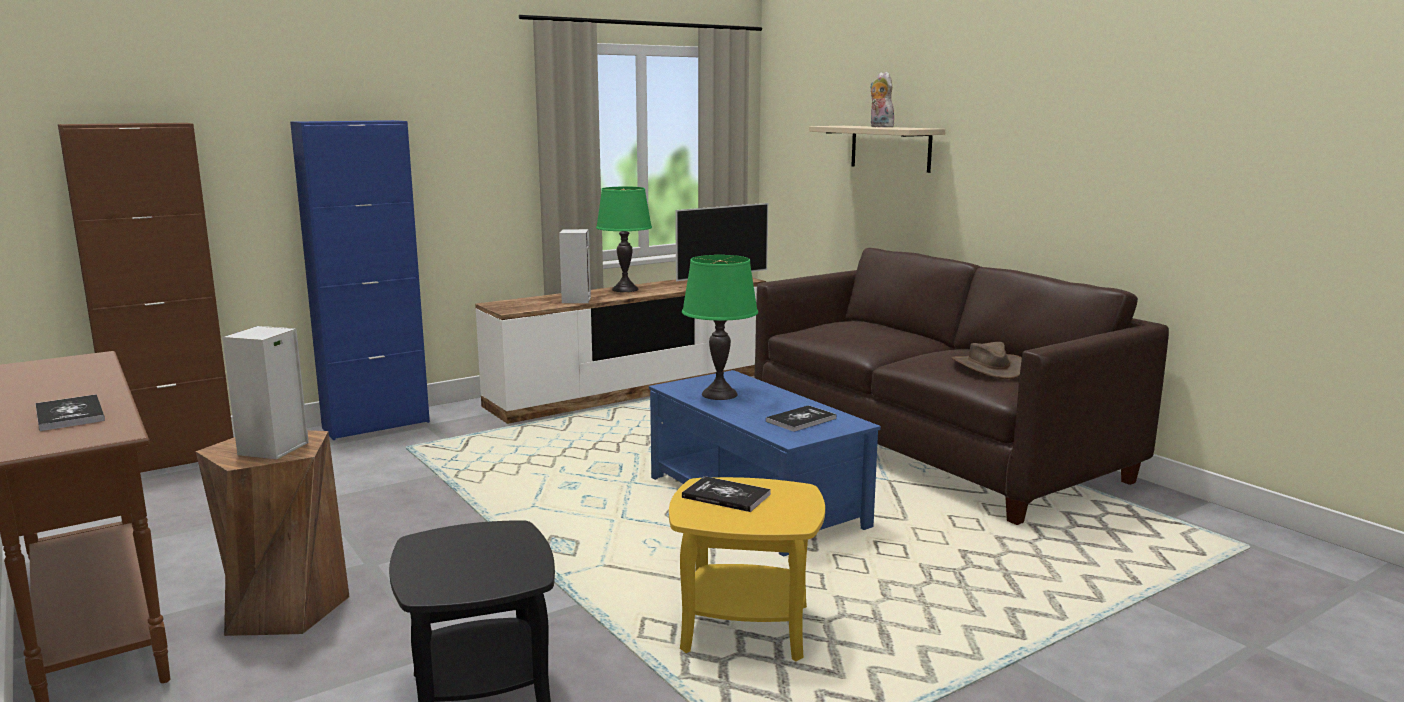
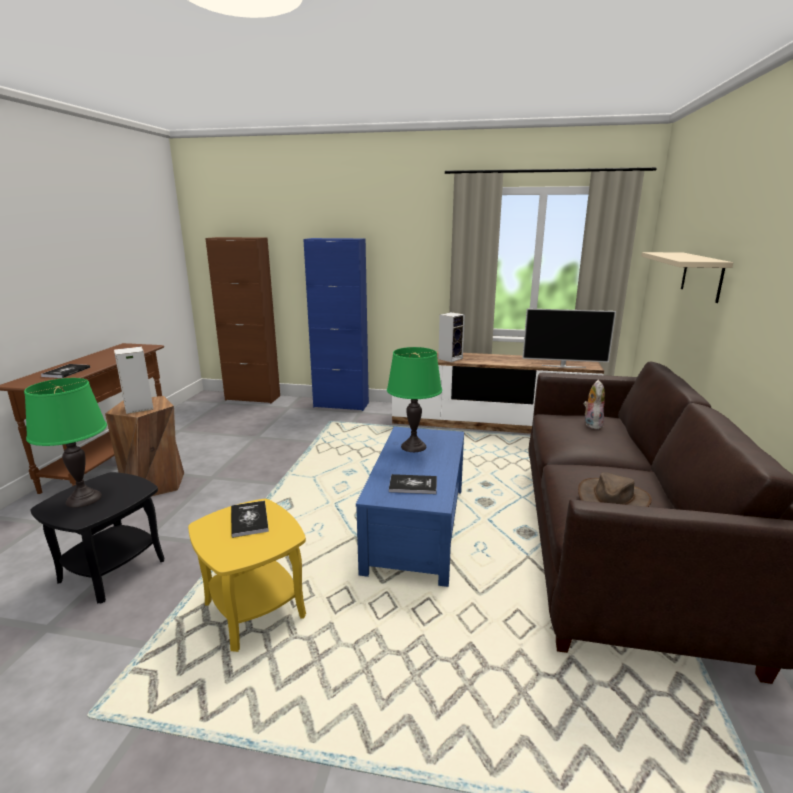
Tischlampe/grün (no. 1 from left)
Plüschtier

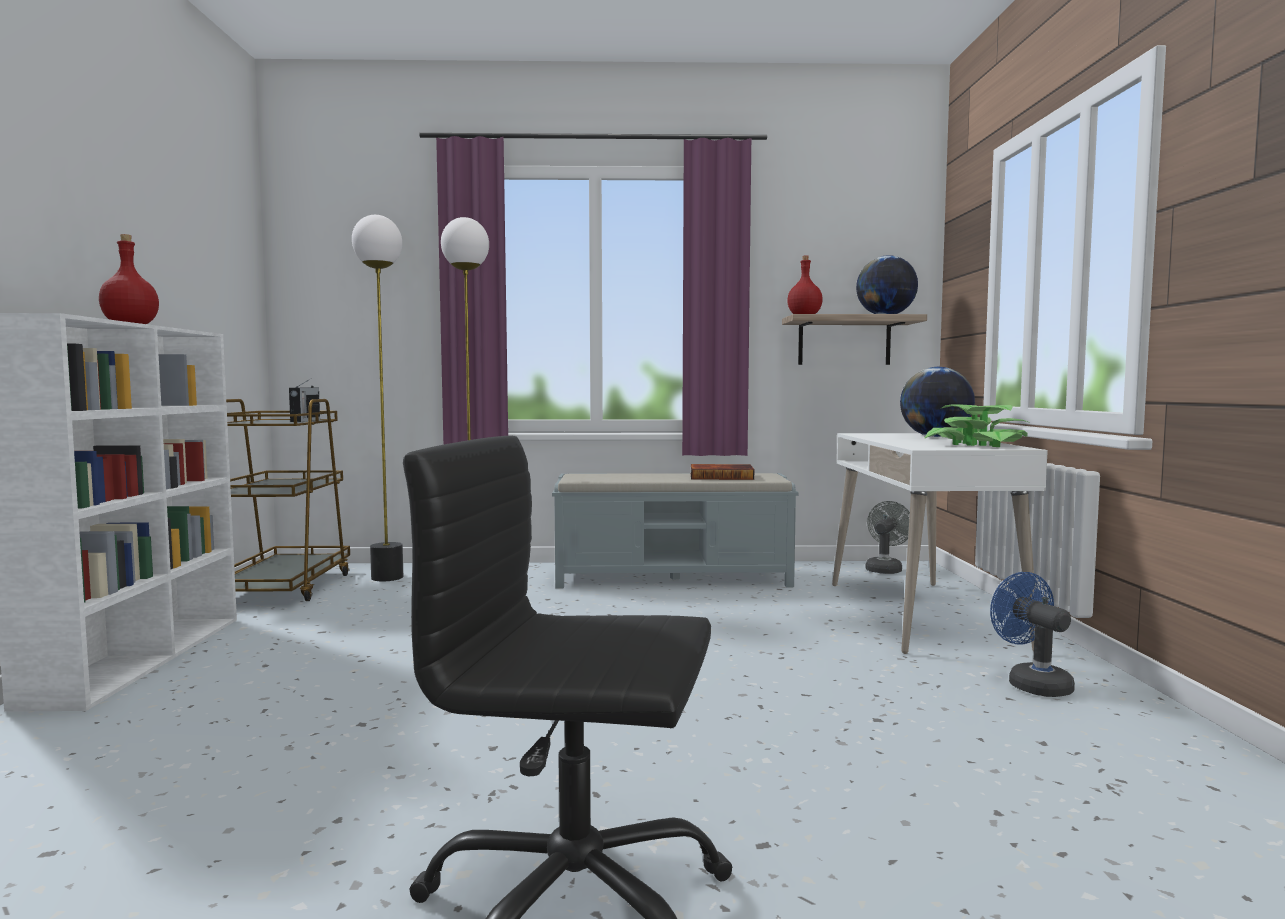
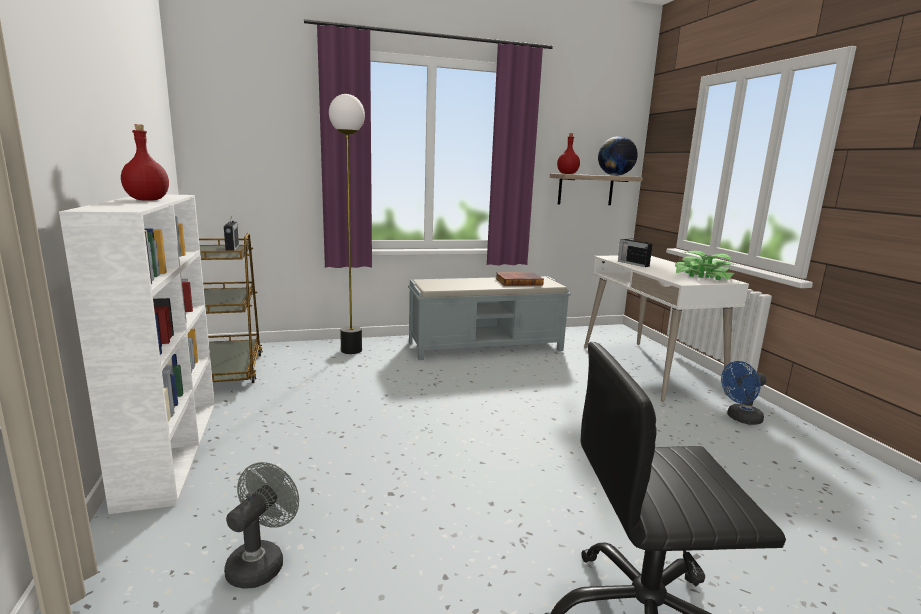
Stehlampe (no. 1 from left in the first image)
Ventilator/grau
Globus (no. 2 from left in the first image)
Ventilator/blau
Radio (no. 2 from left)

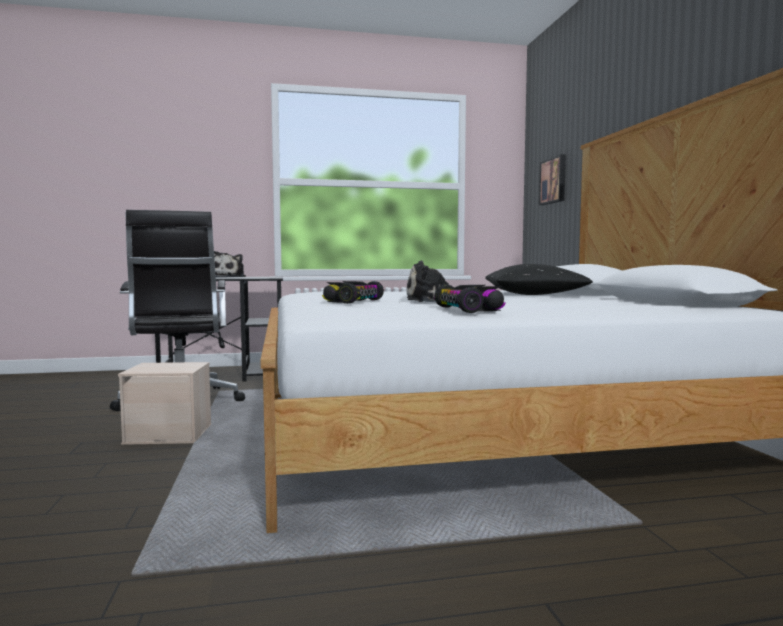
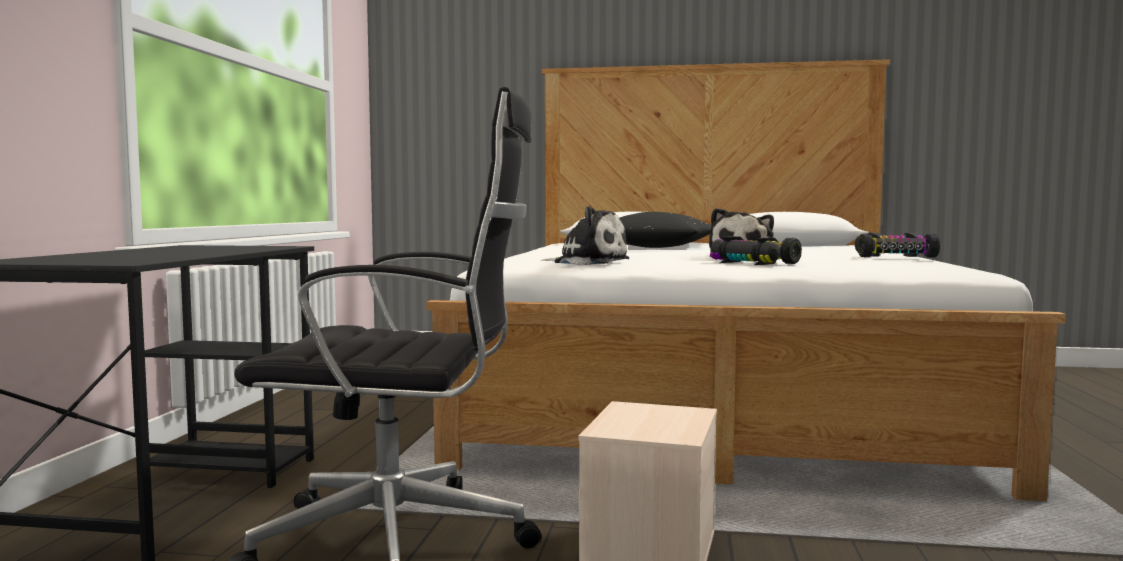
Plüschtier (no. 1 from left)
Bild

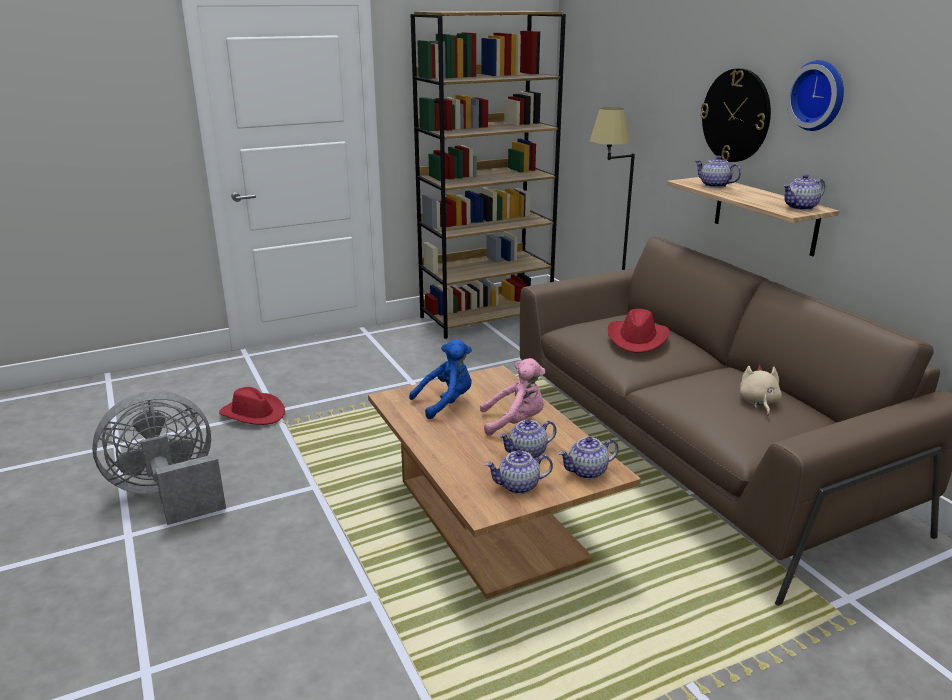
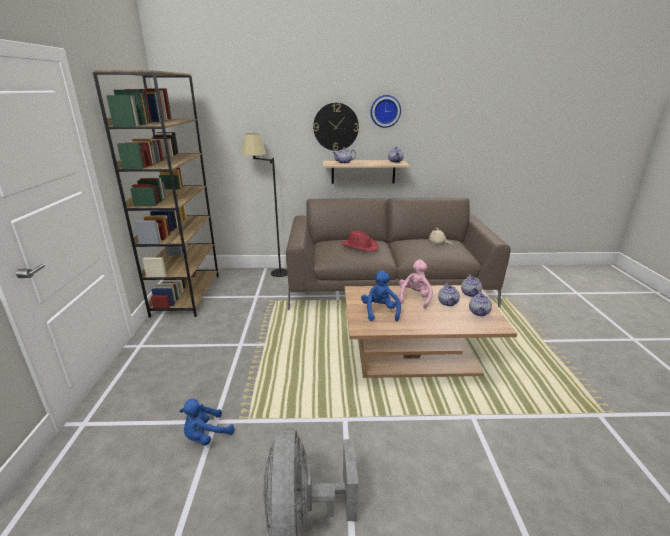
Plüschtier/blau (no. 1 from left)

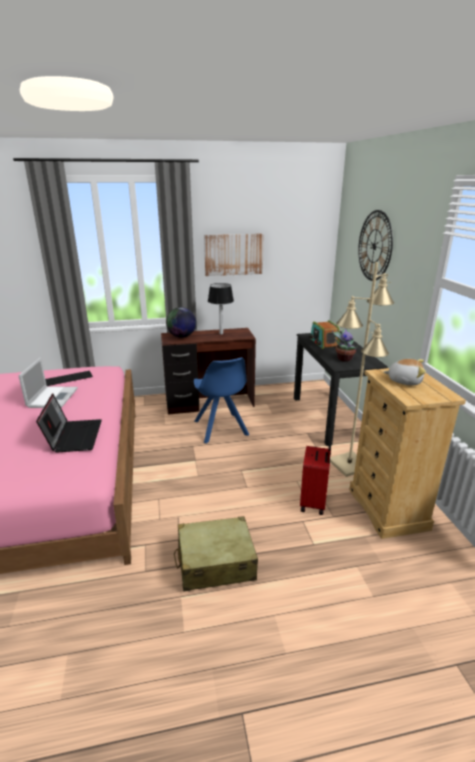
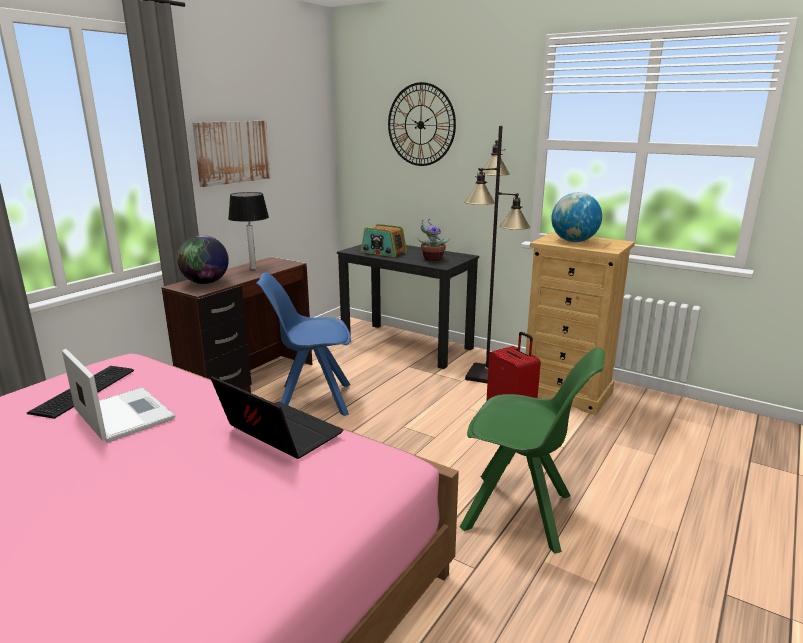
Stuhl/grün
Stuhl/blau
Stehlampe/schwarz
Globus (no. 2 from left)

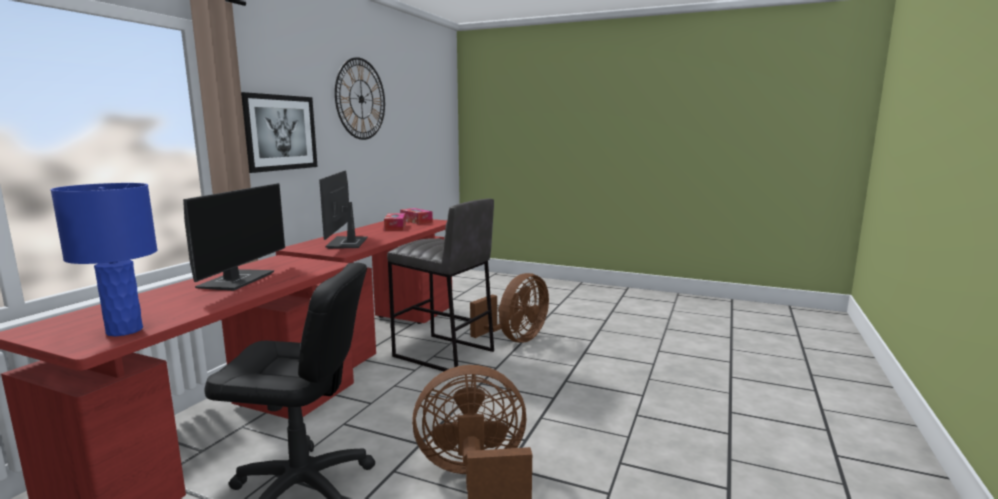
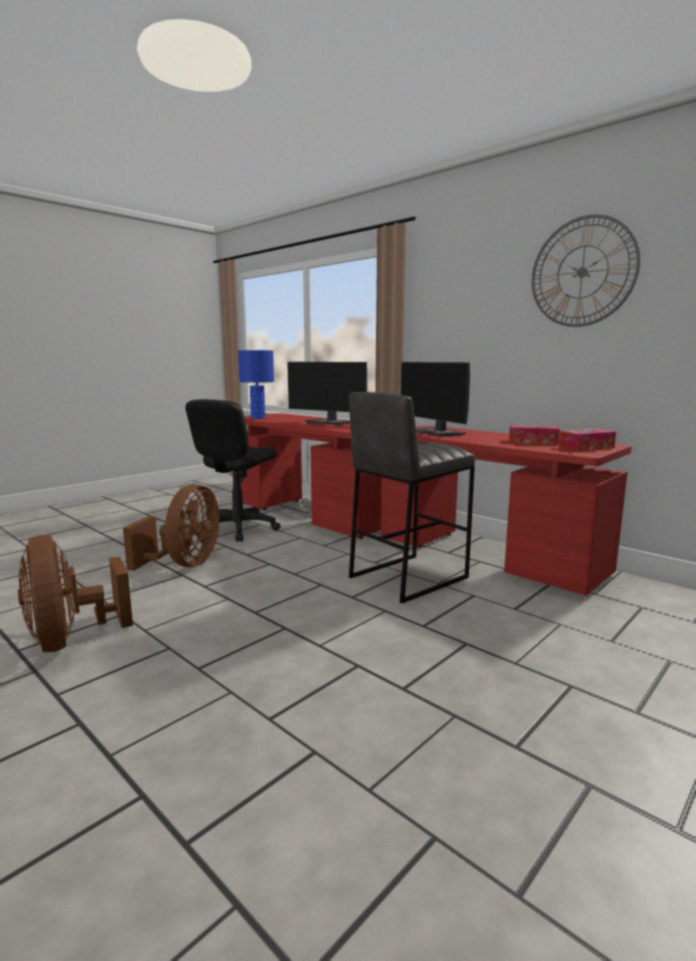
Bild
Monitor (no. 2 from left)
Ventilator/braun (no. 1 from left)

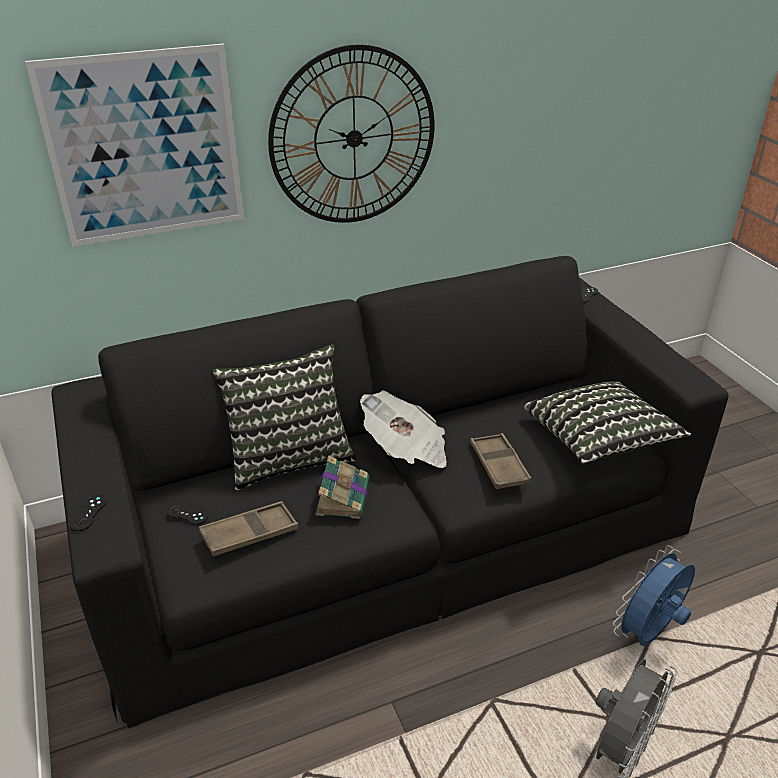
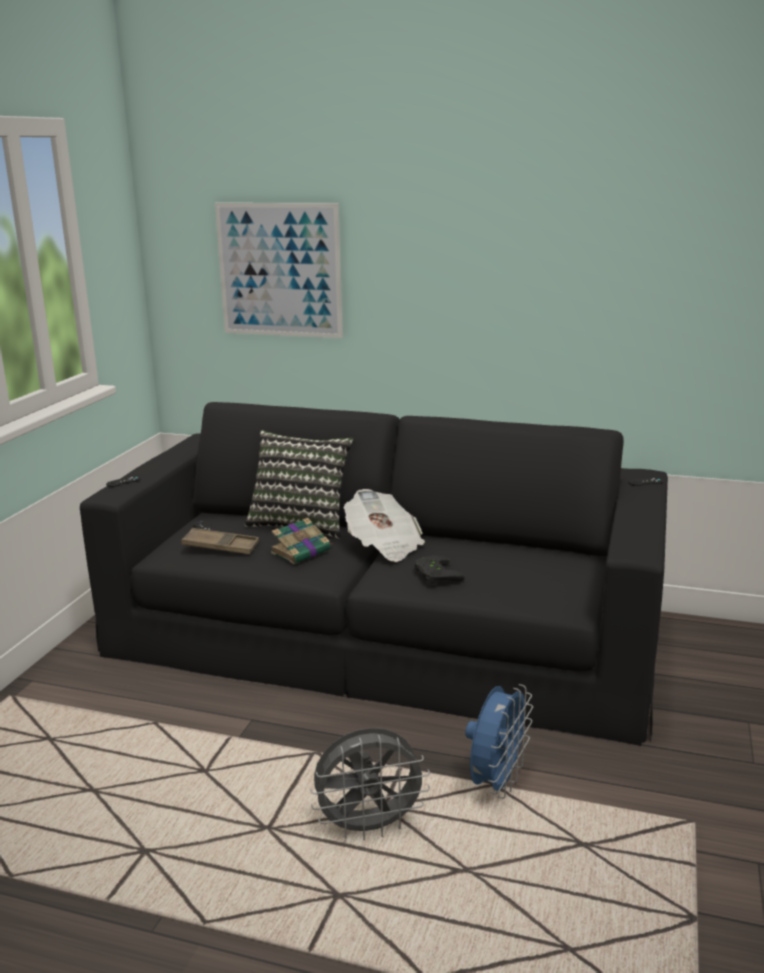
Wanduhr
Gamepad/schwarz (no. 3 from left)
Kissen (no. 2 from left in the first image)
Ventilator/blau

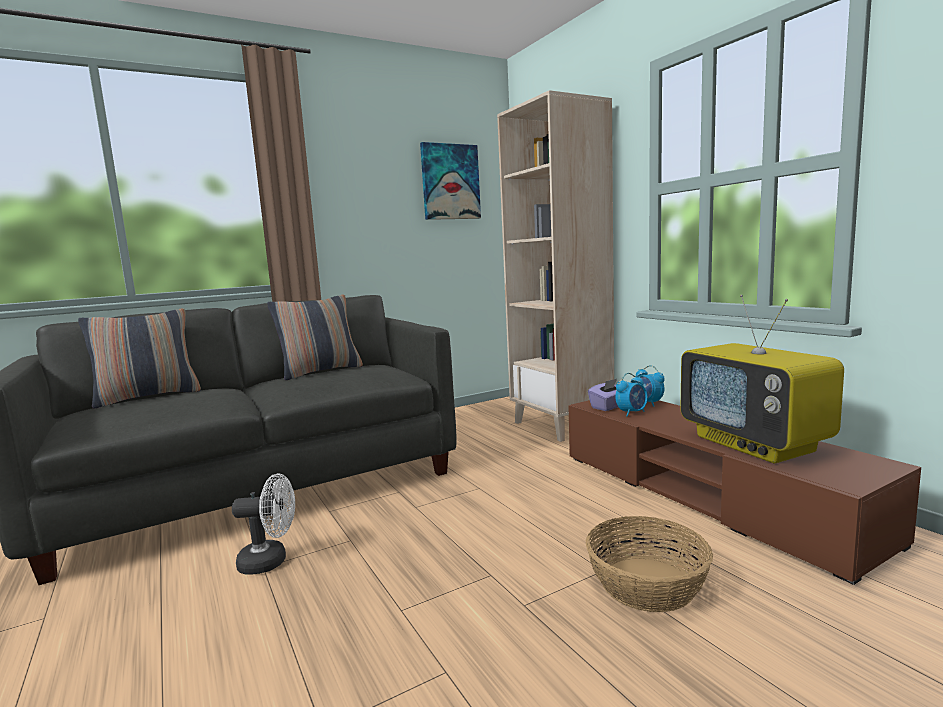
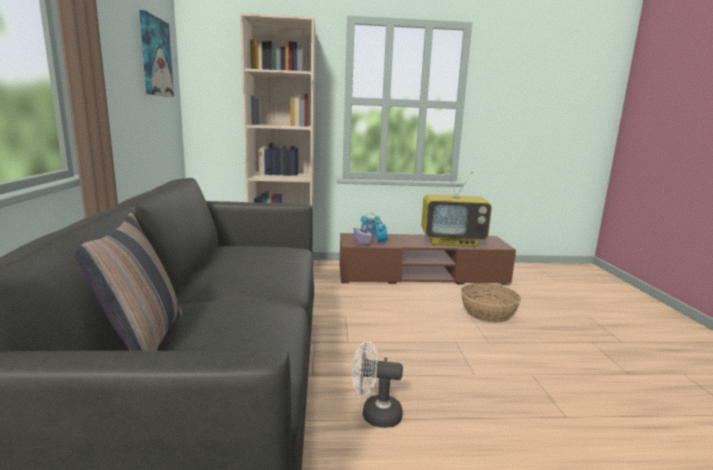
Ventilator/weiß
Kissen (no. 2 from left in the first image)

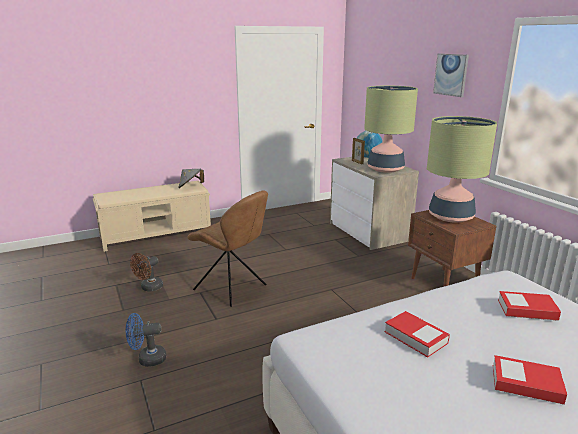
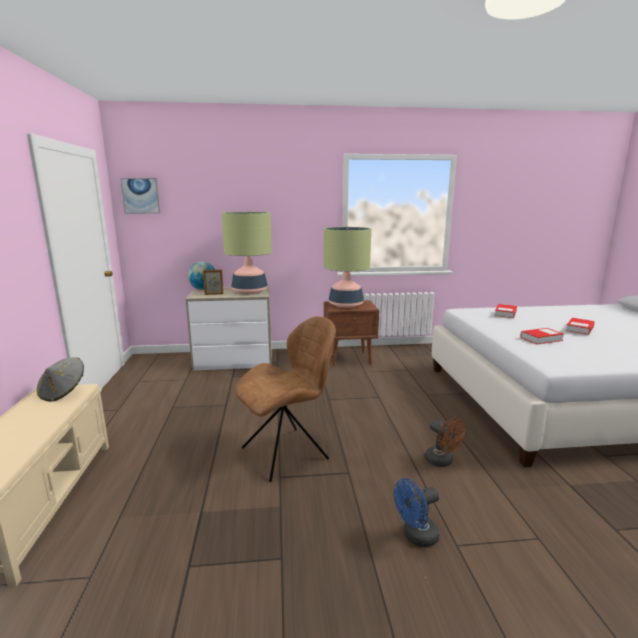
Ventilator/blau
Ventilator/braun
Bild

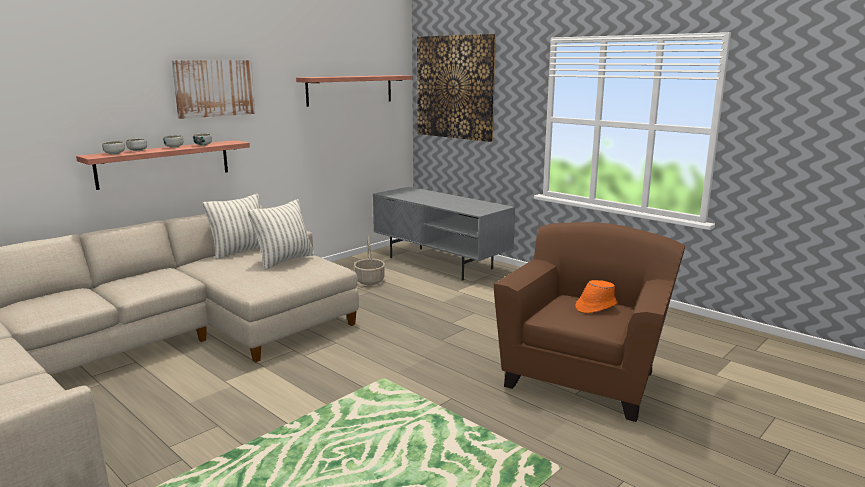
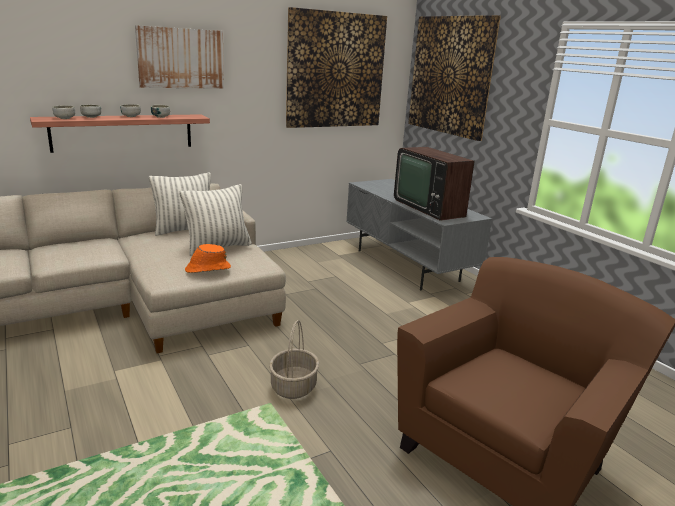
Bild (no. 2 from left)
Korb
Hut/orange
Fernseher

